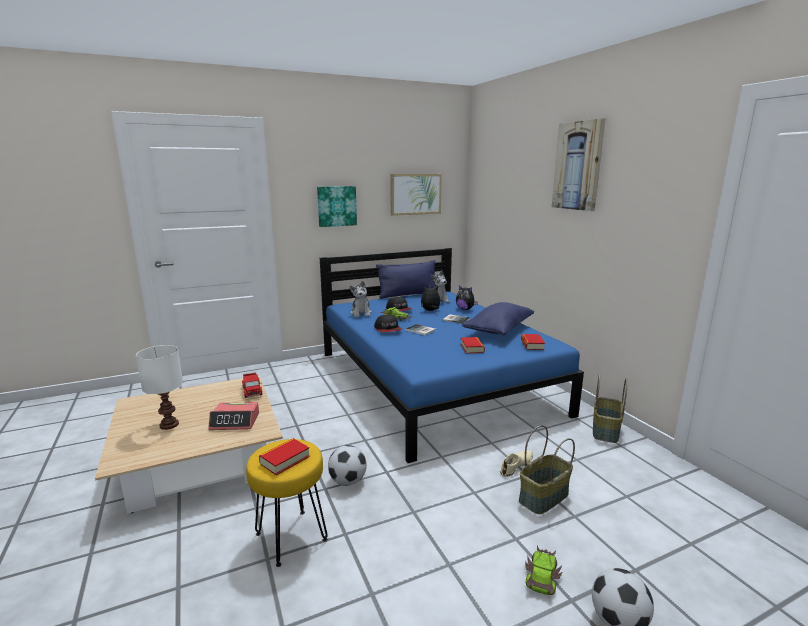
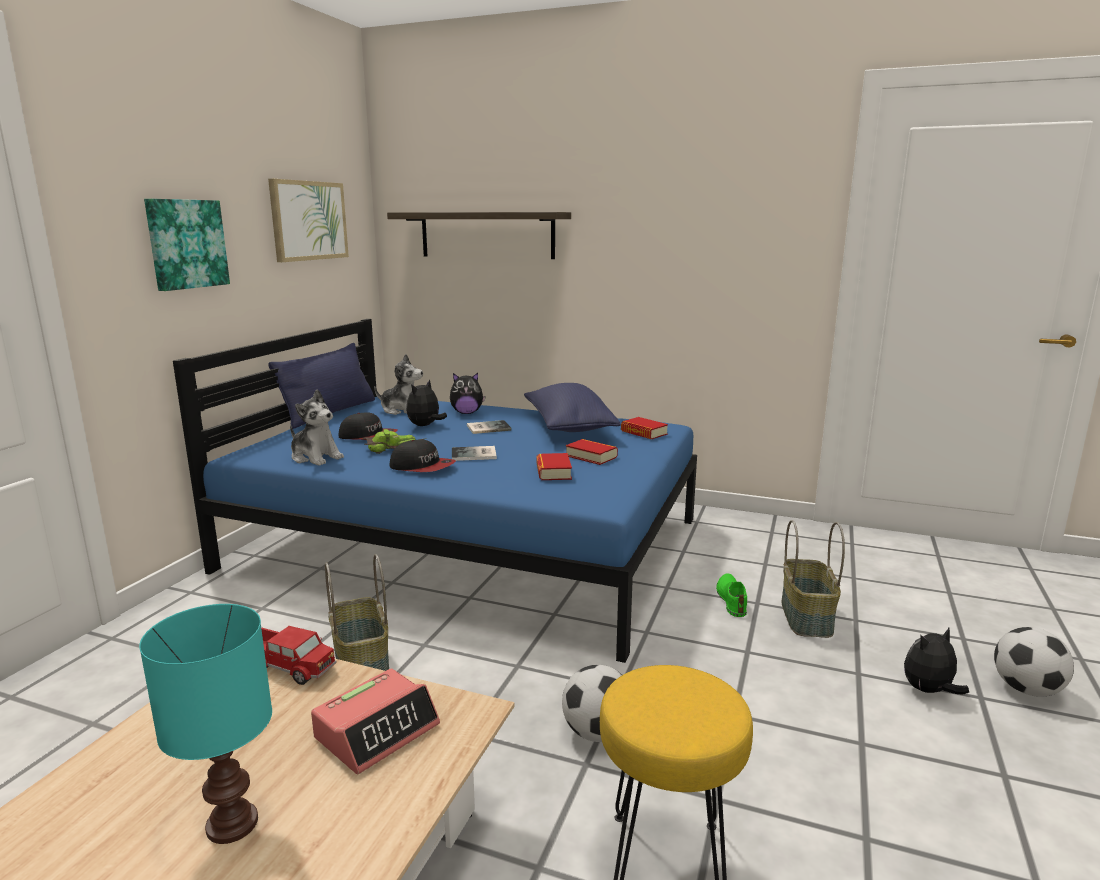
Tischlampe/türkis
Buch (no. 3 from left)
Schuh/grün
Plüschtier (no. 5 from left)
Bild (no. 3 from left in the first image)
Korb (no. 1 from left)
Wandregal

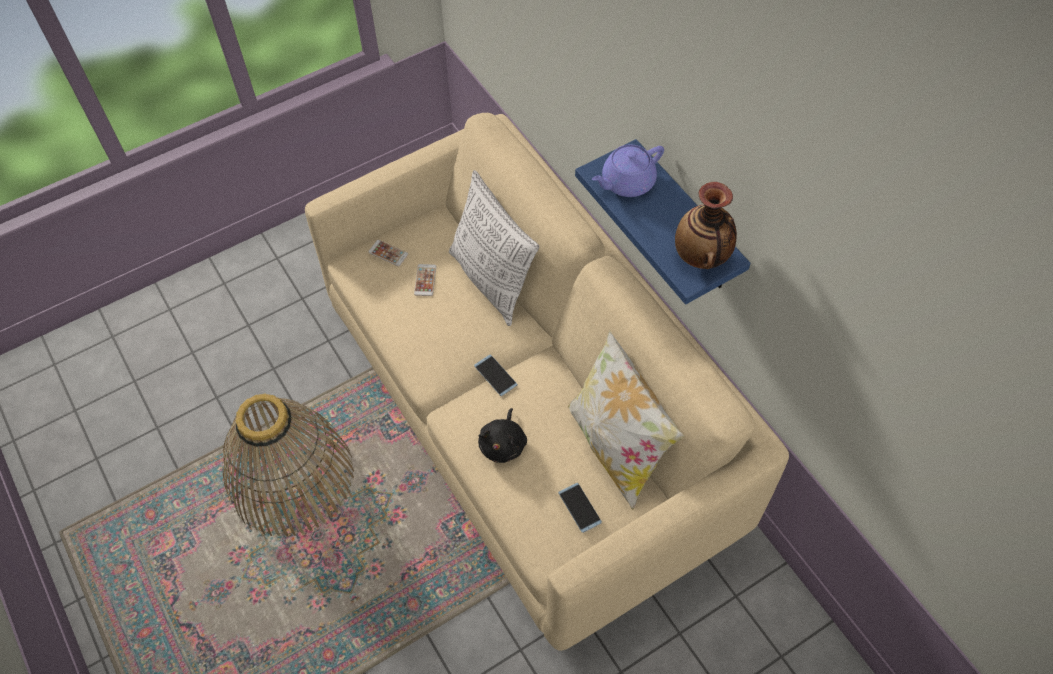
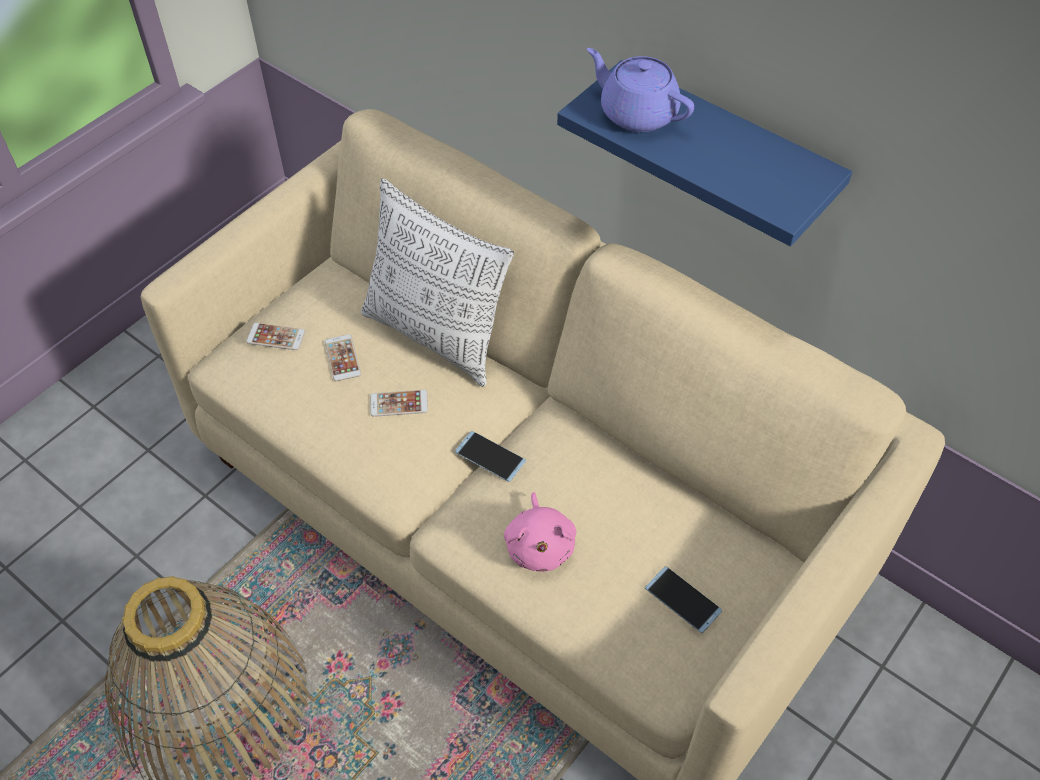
Plüschtier/rosa
Kissen (no. 2 from left in the first image)
Teekanne/lila
Vase
Handy (no. 3 from left)

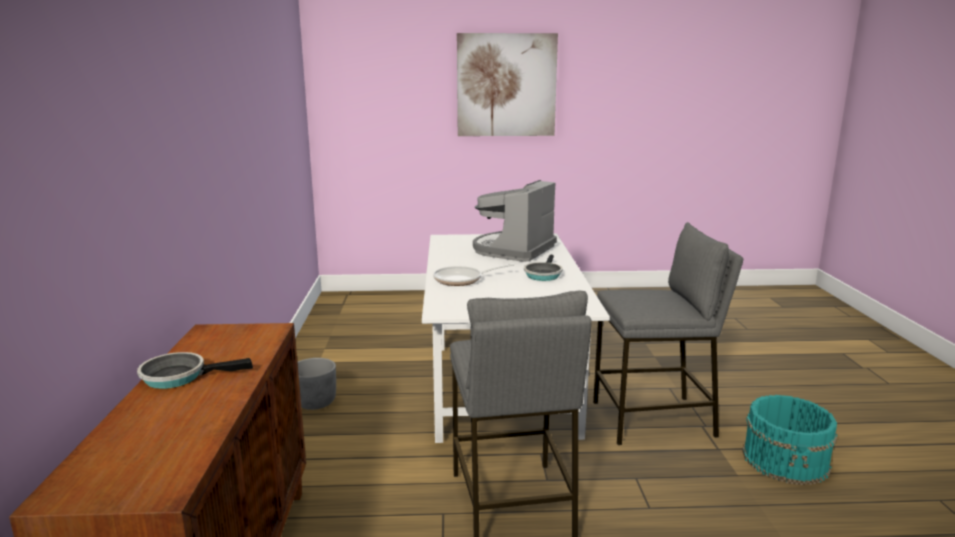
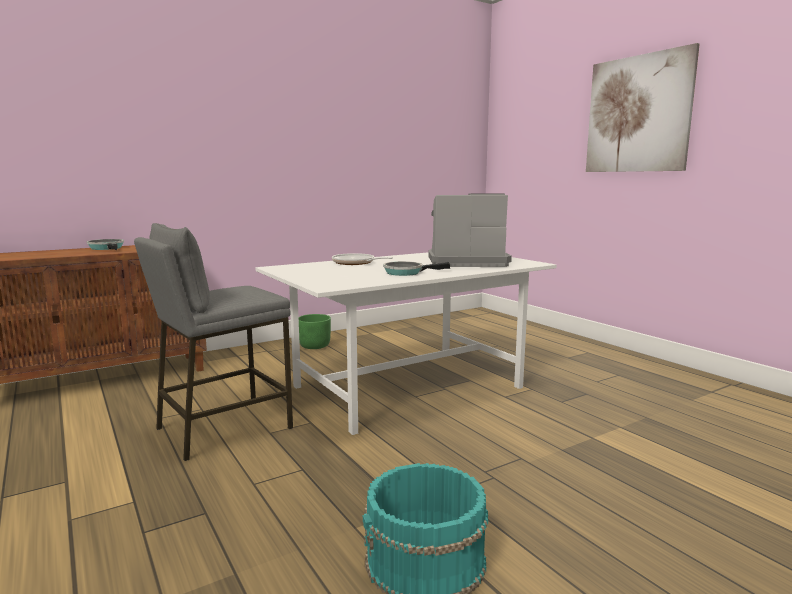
Pflanzkübel/grün
Hocker/grau (no. 2 from left in the first image)

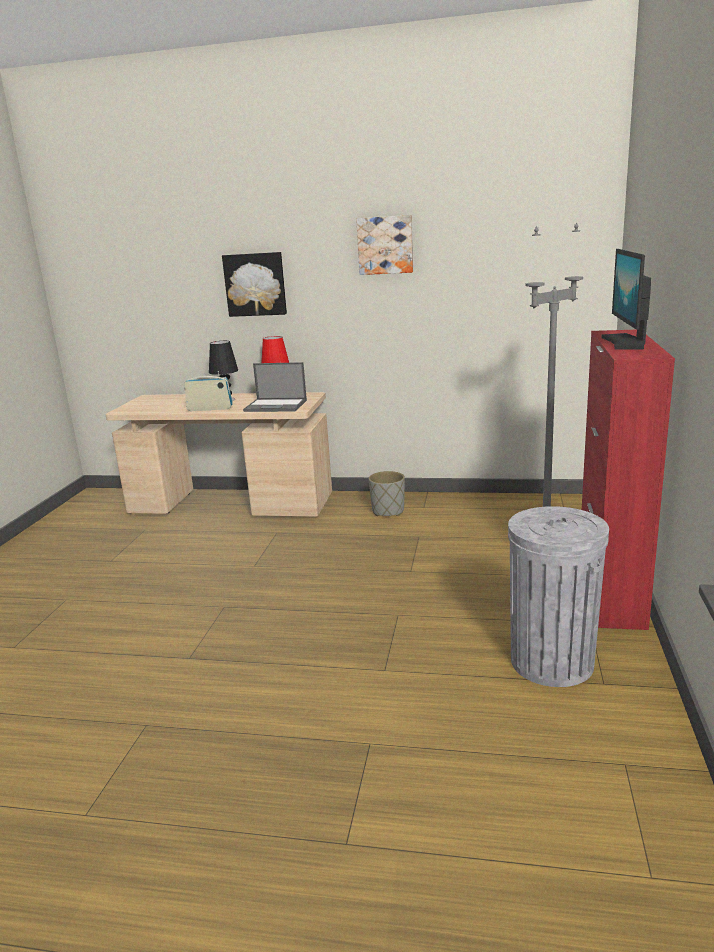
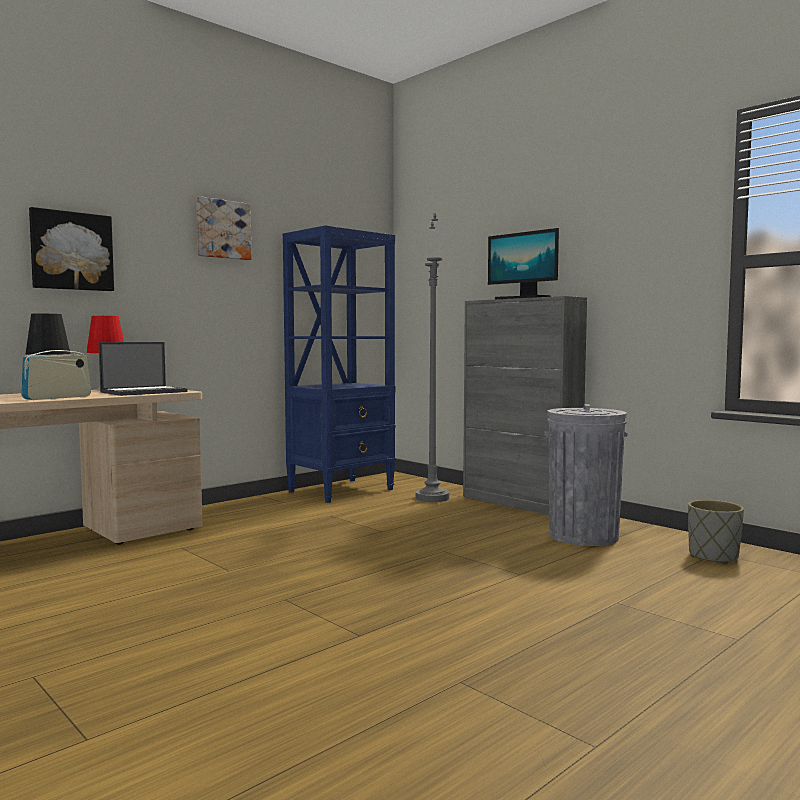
Pflanzkübel/grau
Schrank/grau
Bücherregal/blau

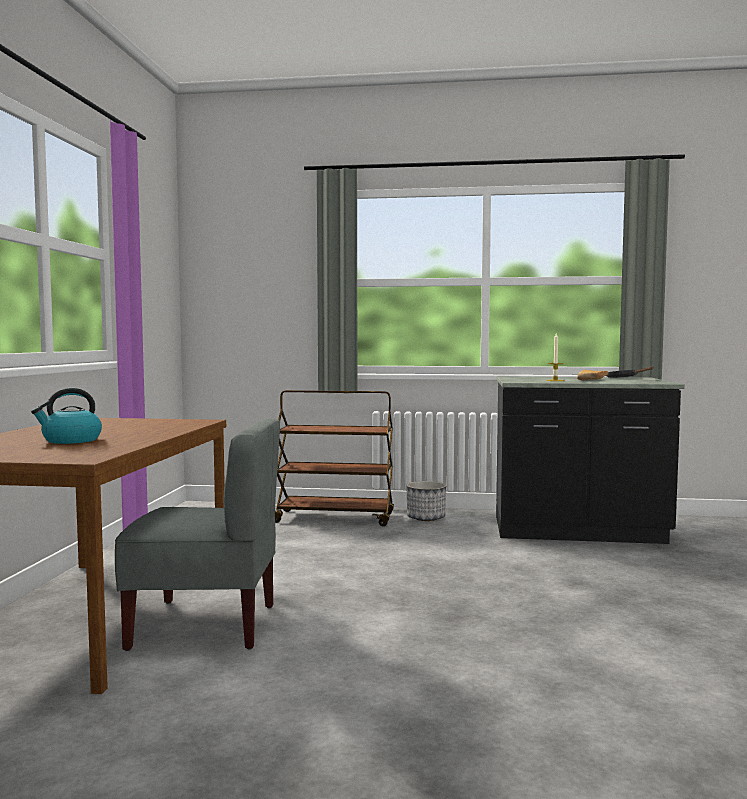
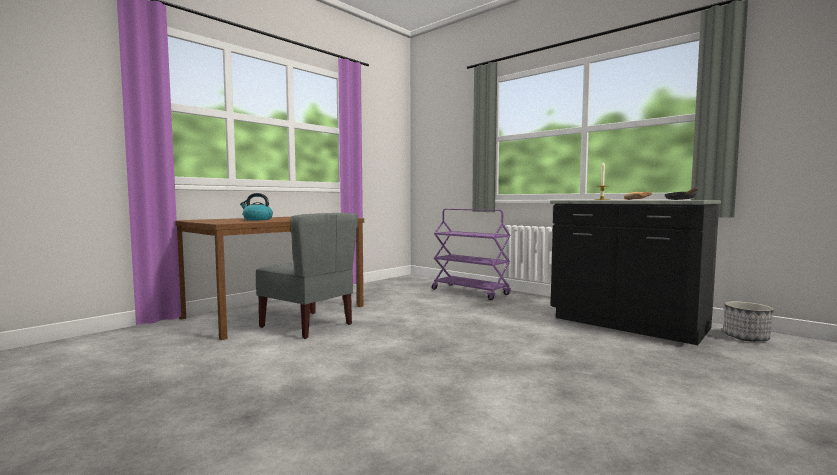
Rollwagen/lila
Pflanzkübel

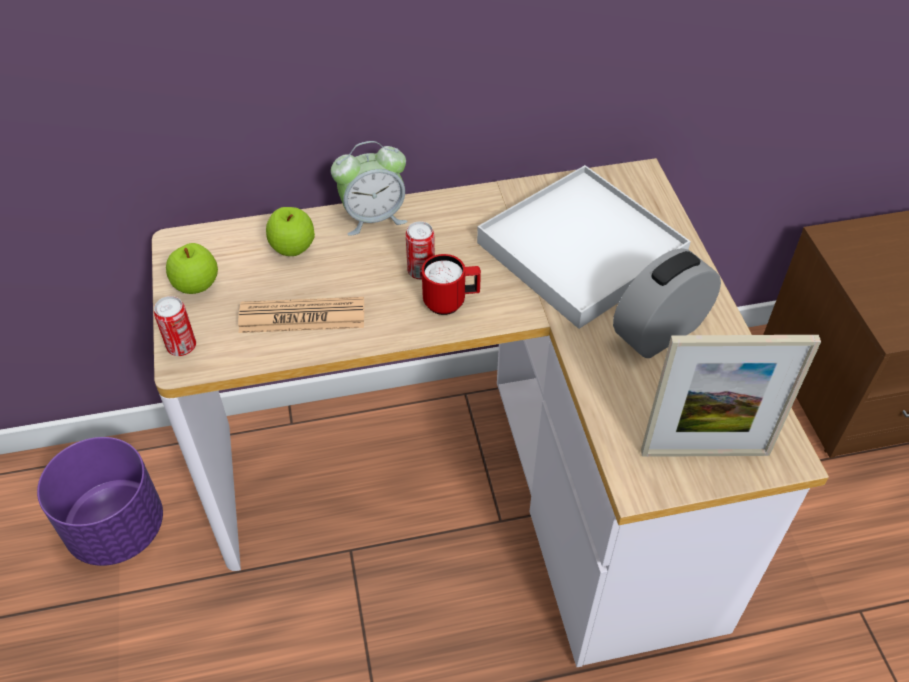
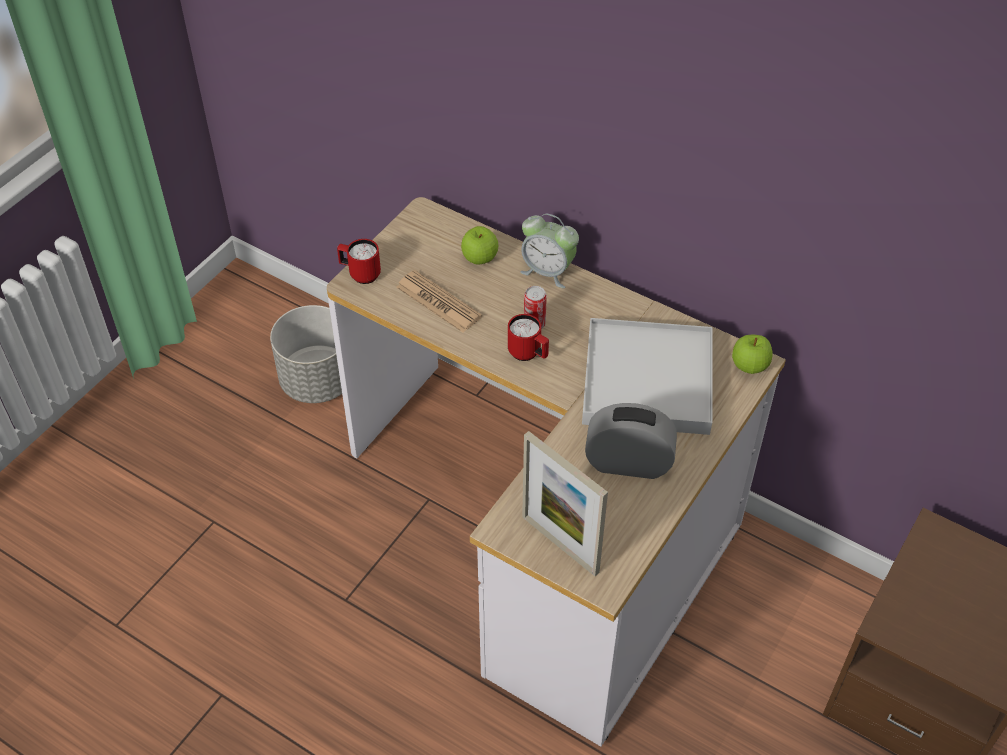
Pflanzkübel/grau
Henkelbecher/rot (no. 1 from left)
Apfel (no. 2 from left)

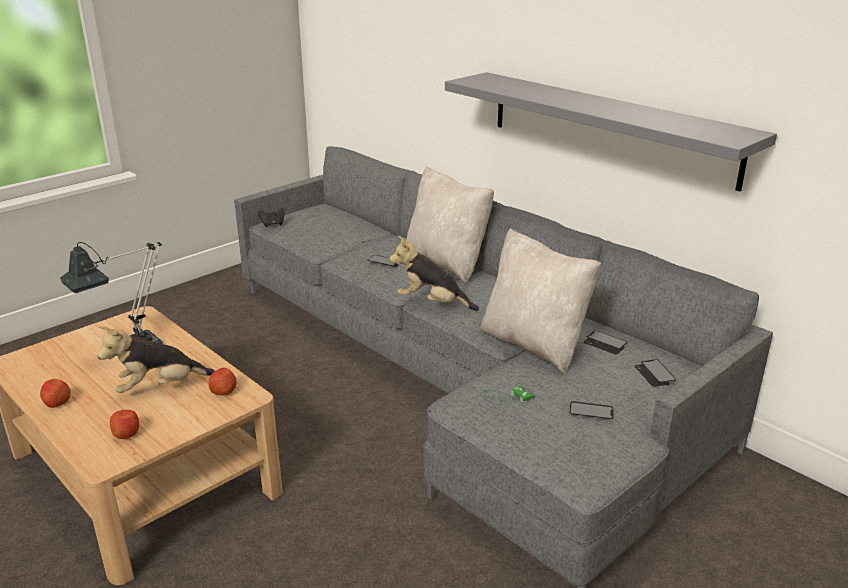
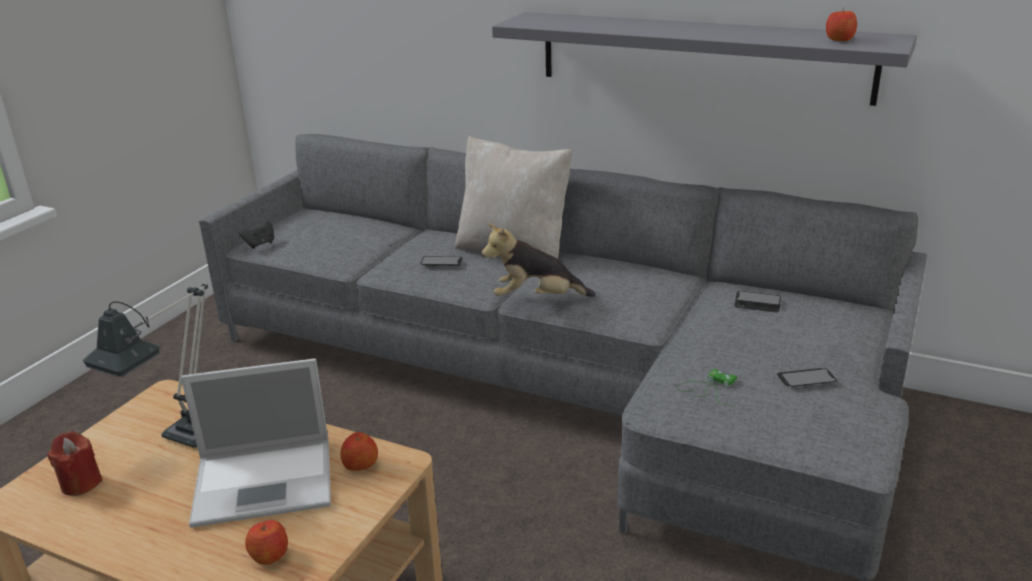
Apfel (no. 3 from left)
Laptop
Kissen/beige (no. 2 from left in the first image)
Handy (no. 4 from left in the first image)
Kerze/rot

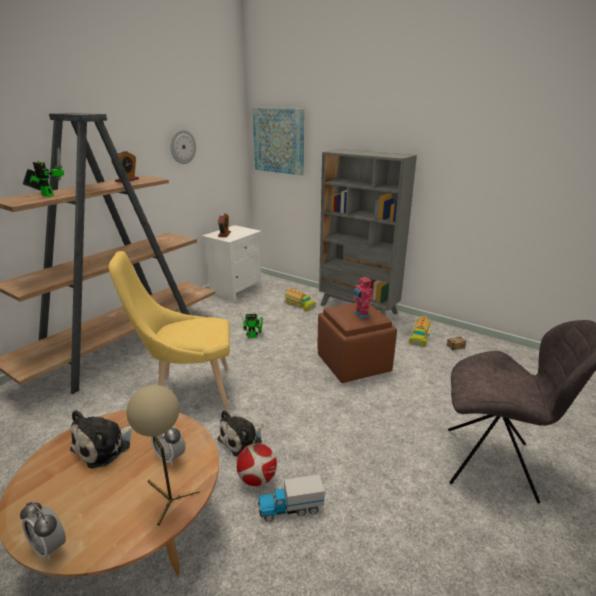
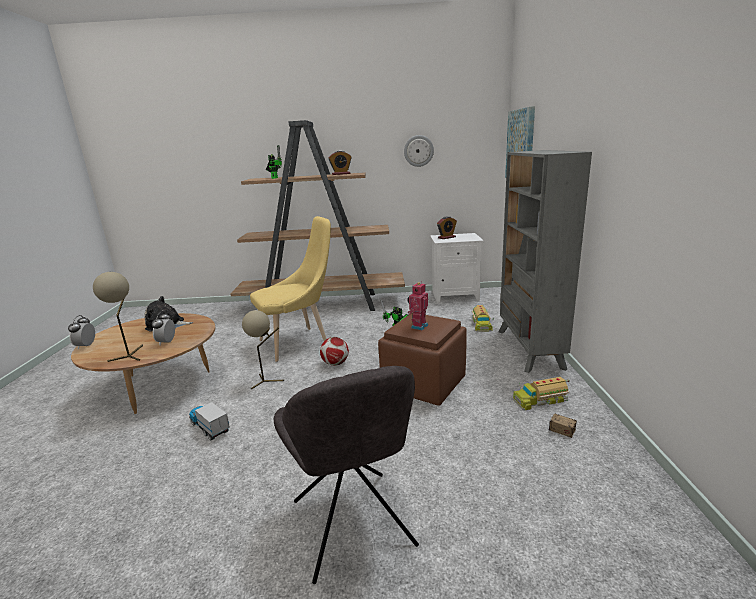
Stuhl/gelb
Tischlampe/beige (no. 2 from left)
Fußball

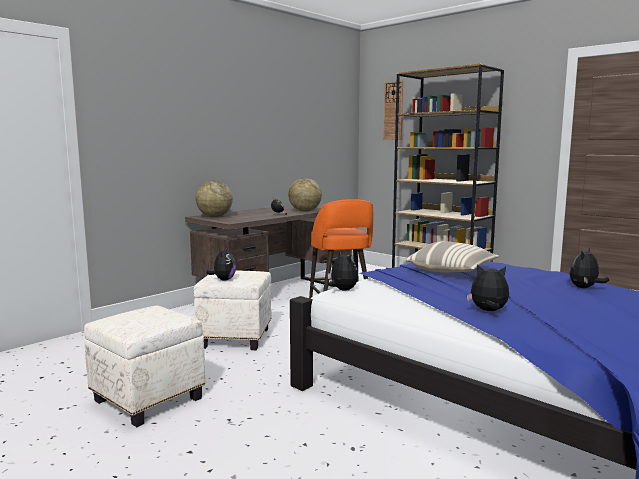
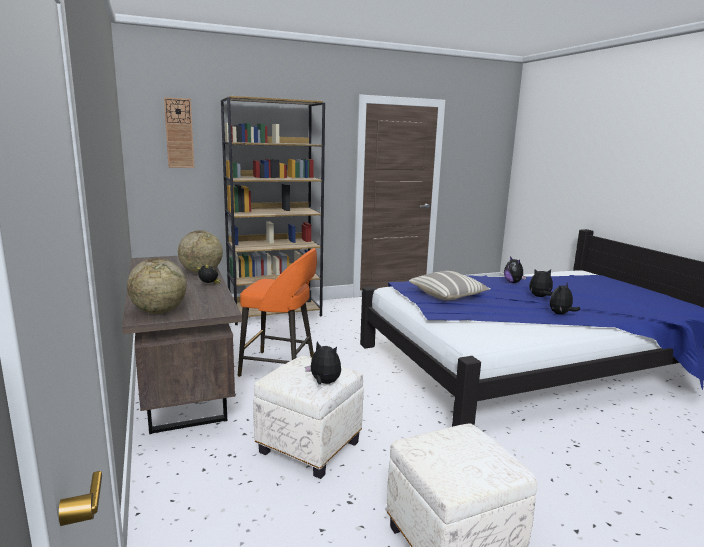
Plüschtier (no. 3 from left)

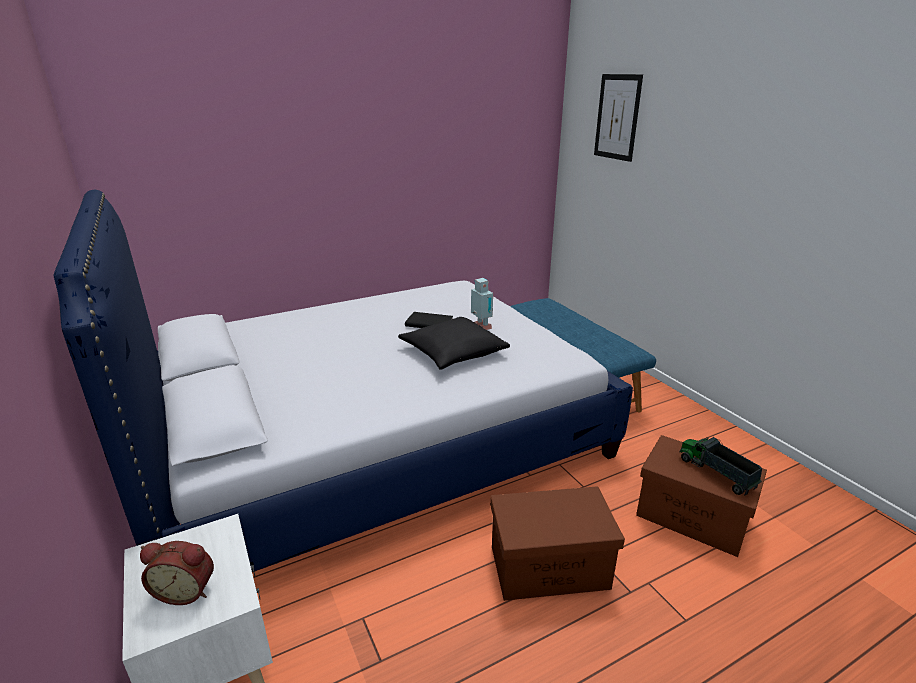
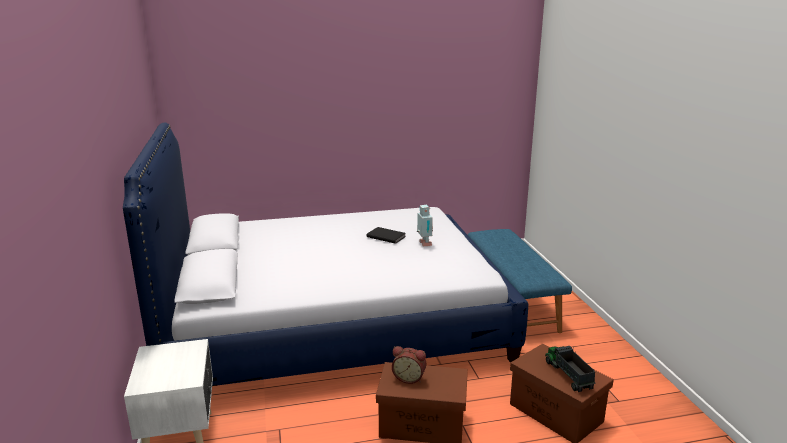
Wecker
Kissen/schwarz
Bild

